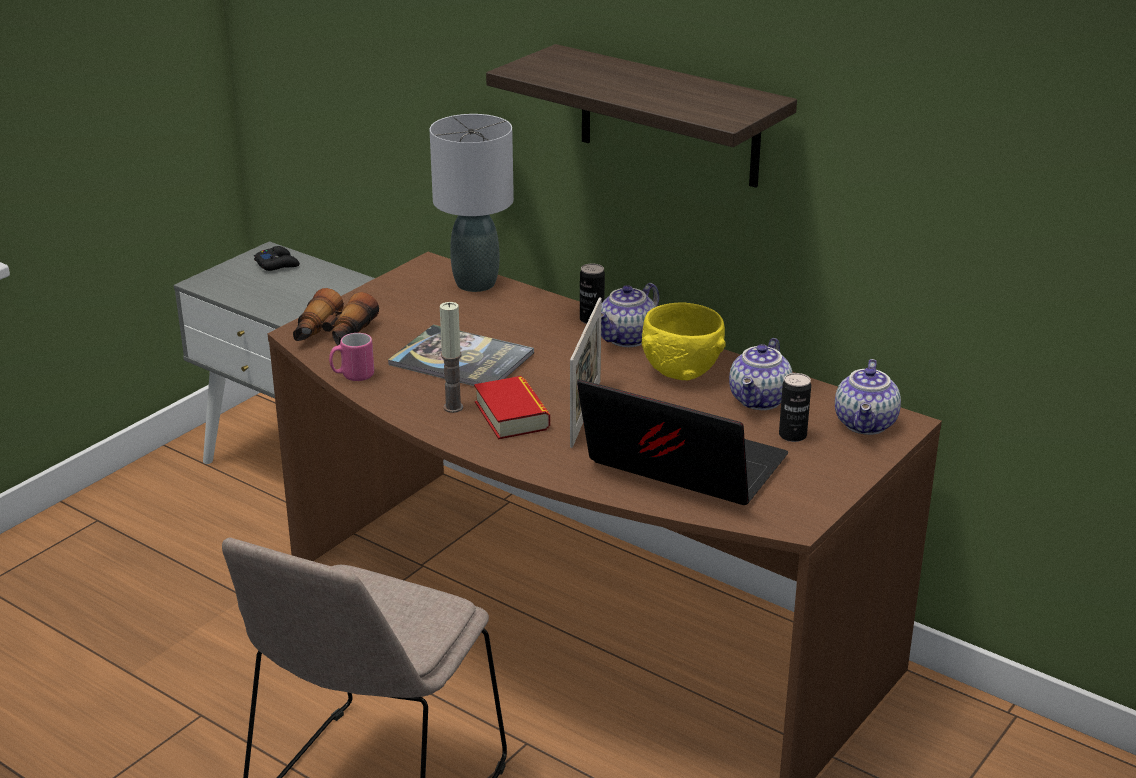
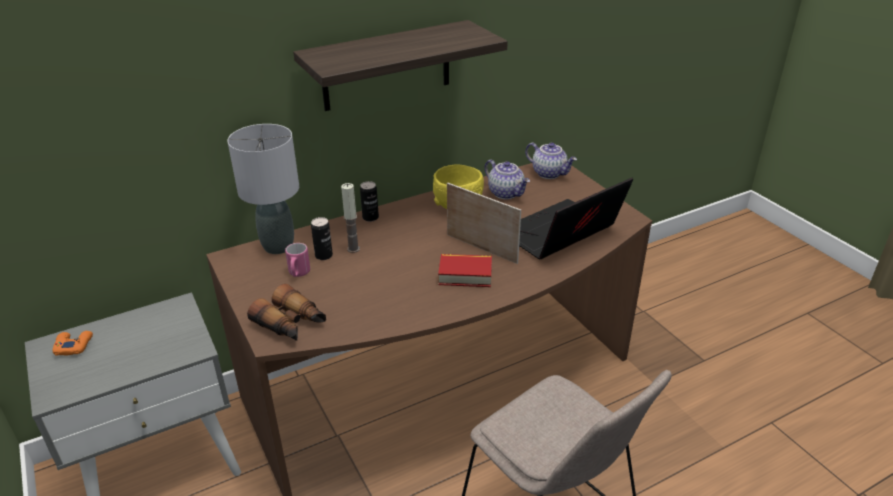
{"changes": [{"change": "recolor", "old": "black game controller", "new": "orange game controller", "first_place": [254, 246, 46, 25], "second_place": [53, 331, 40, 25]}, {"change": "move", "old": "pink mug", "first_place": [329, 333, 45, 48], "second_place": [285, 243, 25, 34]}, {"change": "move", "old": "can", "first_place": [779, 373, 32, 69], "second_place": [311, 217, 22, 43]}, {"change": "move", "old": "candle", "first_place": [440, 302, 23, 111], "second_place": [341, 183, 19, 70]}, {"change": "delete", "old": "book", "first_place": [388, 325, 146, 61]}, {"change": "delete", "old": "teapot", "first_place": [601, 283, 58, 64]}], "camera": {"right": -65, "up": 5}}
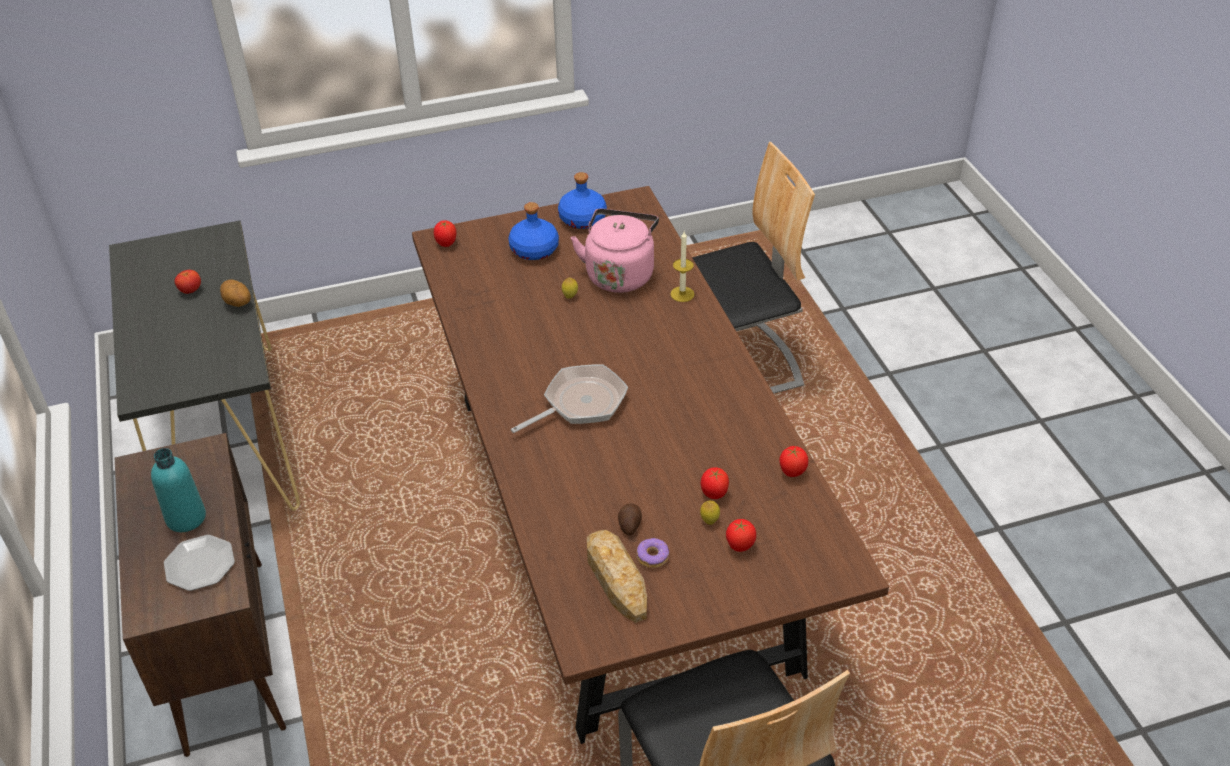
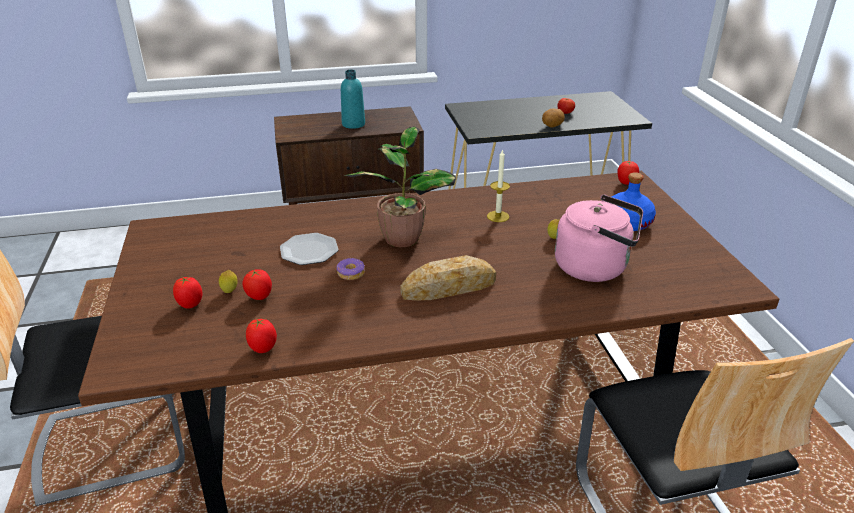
{"changes": [{"change": "move", "old": "plate", "first_place": [164, 535, 71, 56], "second_place": [280, 233, 59, 32]}, {"change": "move", "old": "donut", "first_place": [637, 538, 32, 30], "second_place": [336, 258, 29, 22]}, {"change": "replace", "old": "frying pan", "new": "potted plant", "first_place": [511, 365, 117, 68], "second_place": [344, 127, 112, 120]}, {"change": "move", "old": "bread", "first_place": [587, 530, 60, 93], "second_place": [400, 255, 96, 45]}, {"change": "move", "old": "candle", "first_place": [670, 232, 25, 70], "second_place": [487, 149, 23, 73]}, {"change": "delete", "old": "blue bottle", "first_place": [558, 172, 49, 57]}, {"change": "delete", "old": "potato", "first_place": [618, 503, 24, 32]}], "camera": {"right": 95, "up": -10}}
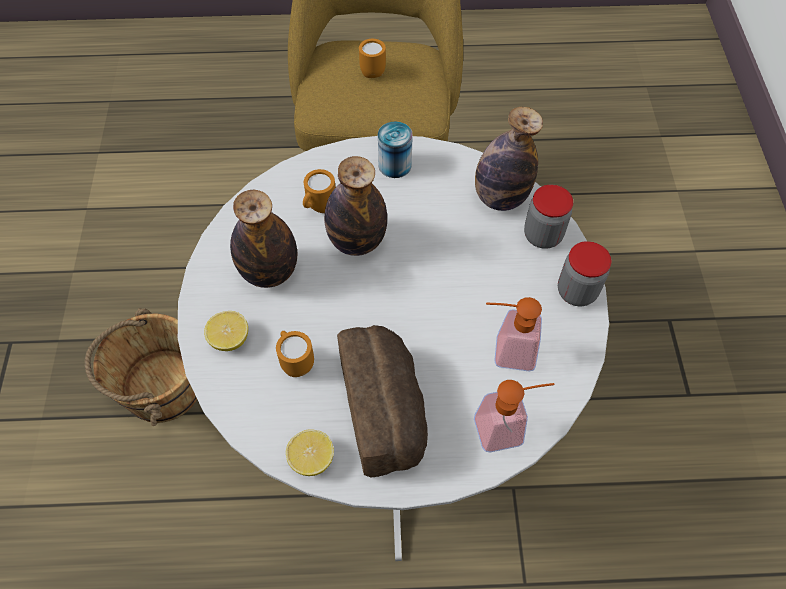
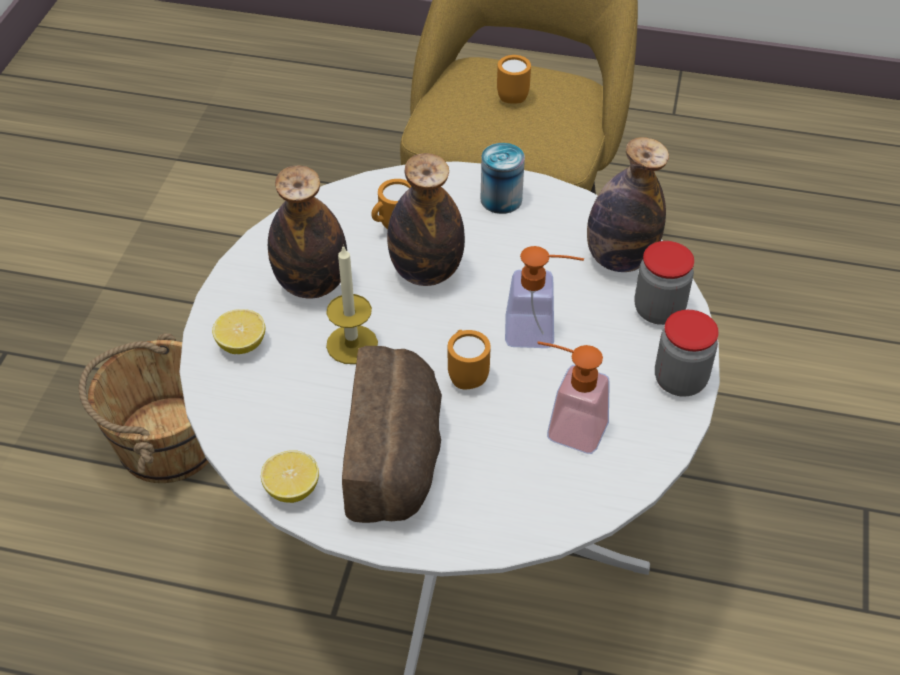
{"changes": [{"change": "insert", "new": "candle", "second_place": [326, 245, 52, 119]}, {"change": "move", "old": "orange mug", "first_place": [276, 331, 38, 46], "second_place": [448, 330, 43, 59]}, {"change": "move", "old": "soap dispenser", "first_place": [474, 380, 81, 73], "second_place": [505, 246, 79, 102]}], "camera": {"right": 15, "up": -10}}
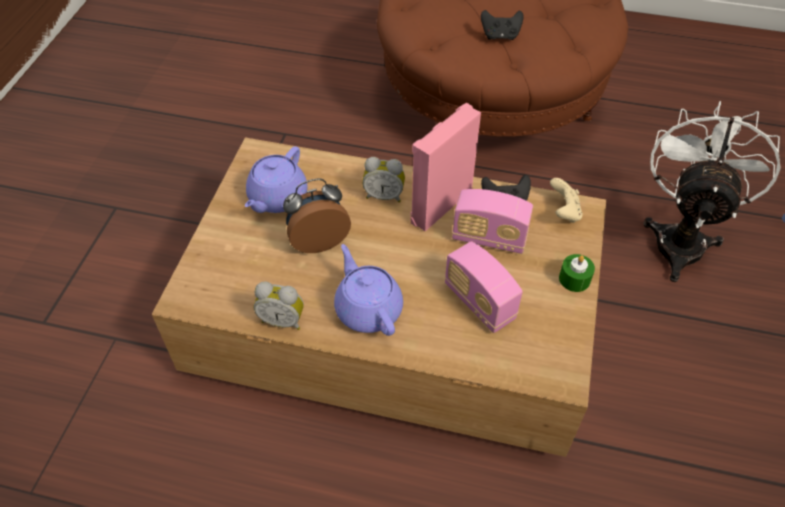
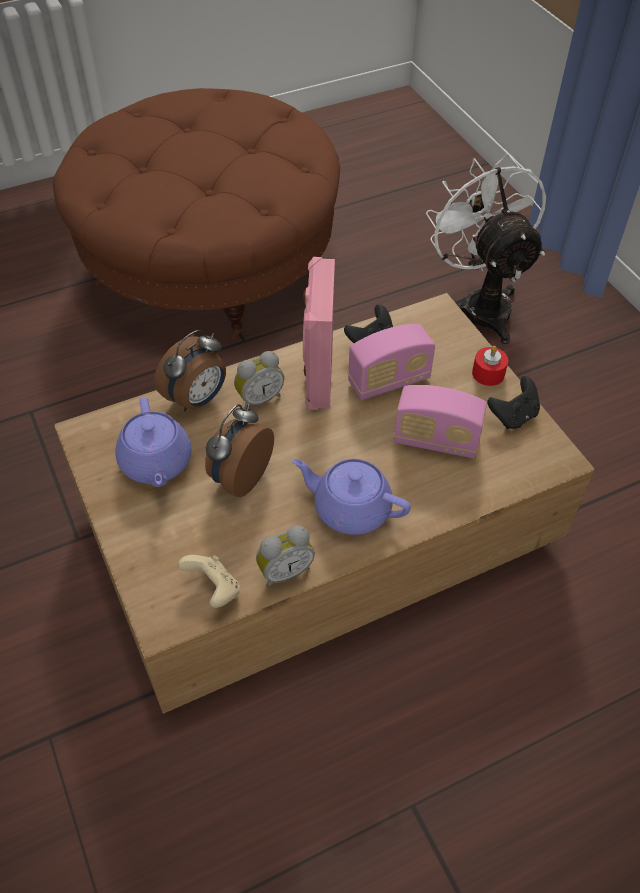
{"changes": [{"change": "insert", "new": "alarm clock", "second_place": [154, 330, 72, 81]}, {"change": "move", "old": "beige game controller", "first_place": [550, 178, 33, 45], "second_place": [178, 555, 62, 53]}, {"change": "recolor", "old": "green candle", "new": "red candle", "first_place": [559, 254, 36, 38], "second_place": [472, 346, 36, 40]}, {"change": "move", "old": "black game controller", "first_place": [481, 10, 42, 30], "second_place": [487, 376, 53, 53]}], "camera": {"right": -40, "up": 0}}
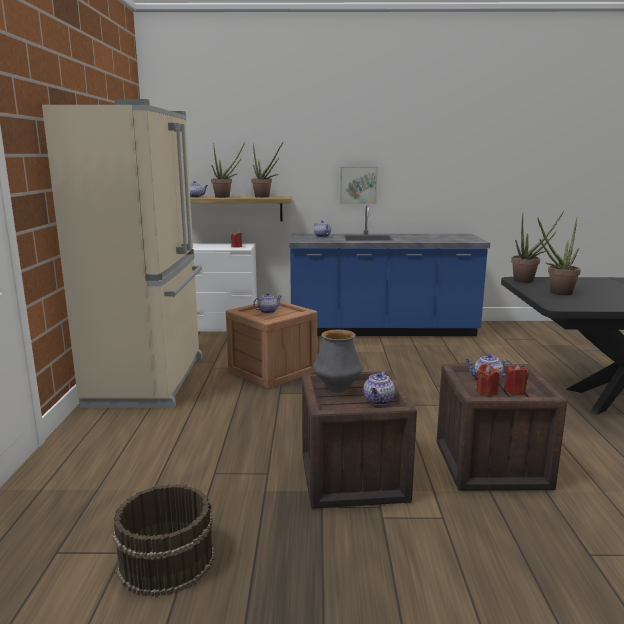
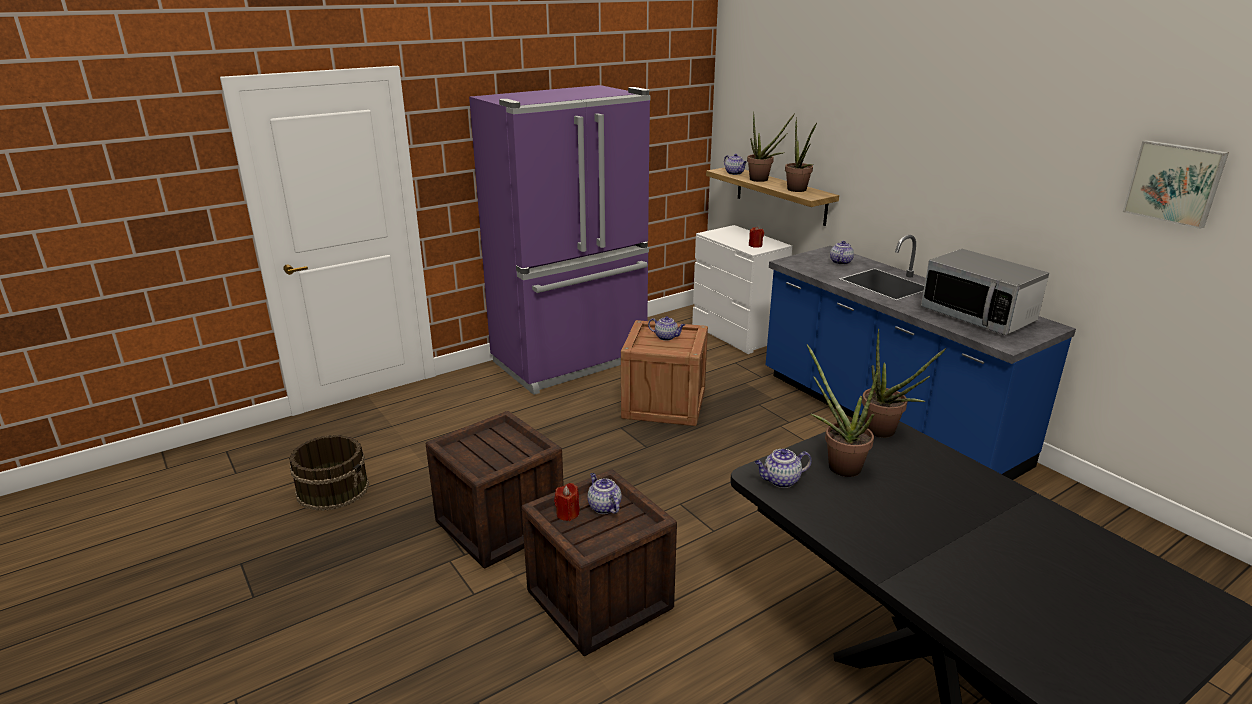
{"changes": [{"change": "recolor", "old": "beige fridge", "new": "purple fridge", "first_place": [42, 99, 160, 309], "second_place": [469, 85, 181, 310]}, {"change": "move", "old": "teapot", "first_place": [363, 371, 32, 34], "second_place": [755, 449, 57, 39]}, {"change": "insert", "new": "microwave", "second_place": [921, 249, 128, 86]}, {"change": "move", "old": "picture", "first_place": [340, 167, 38, 37], "second_place": [1123, 140, 106, 89]}, {"change": "delete", "old": "vase", "first_place": [313, 330, 50, 63]}, {"change": "delete", "old": "red candle", "first_place": [504, 364, 25, 31]}], "camera": {"right": 55, "up": 10}}
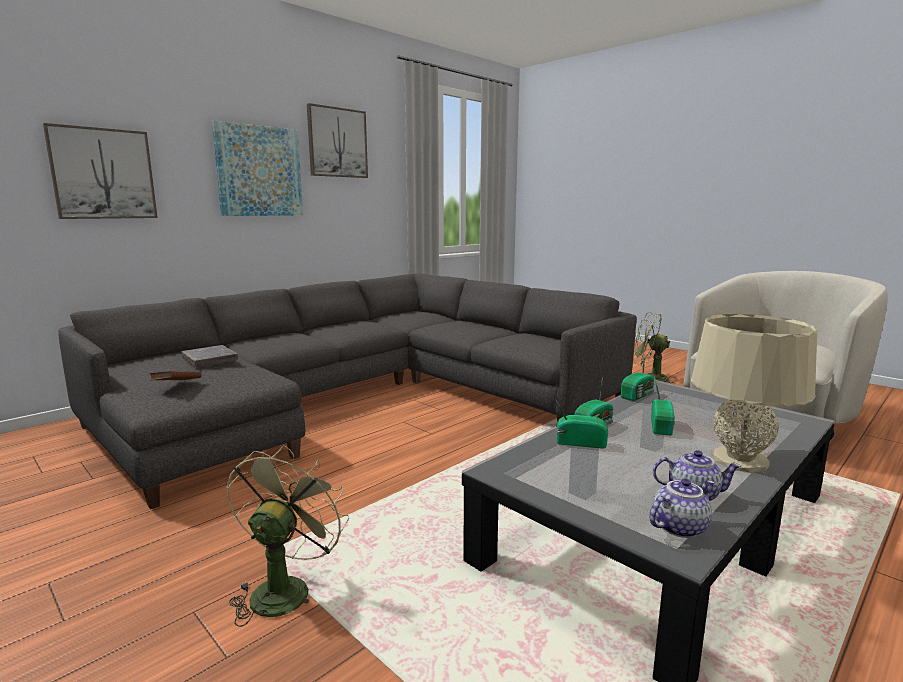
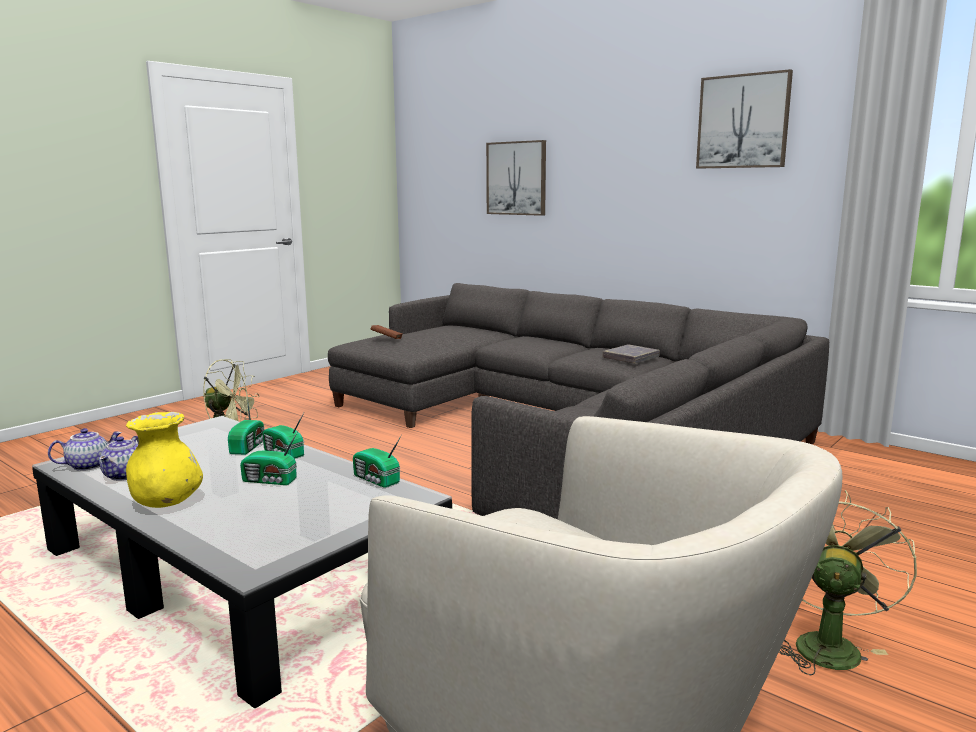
{"changes": [{"change": "rotate", "old": "teapot", "first_place": [649, 478, 66, 60], "second_place": [48, 428, 74, 43], "degrees": -90}, {"change": "replace", "old": "beige table lamp", "new": "yellow vase", "first_place": [691, 314, 126, 159], "second_place": [126, 412, 77, 96]}, {"change": "move", "old": "grey book", "first_place": [182, 345, 56, 23], "second_place": [602, 344, 58, 19]}, {"change": "delete", "old": "picture", "first_place": [212, 121, 91, 95]}], "camera": {"right": 85, "up": 0}}
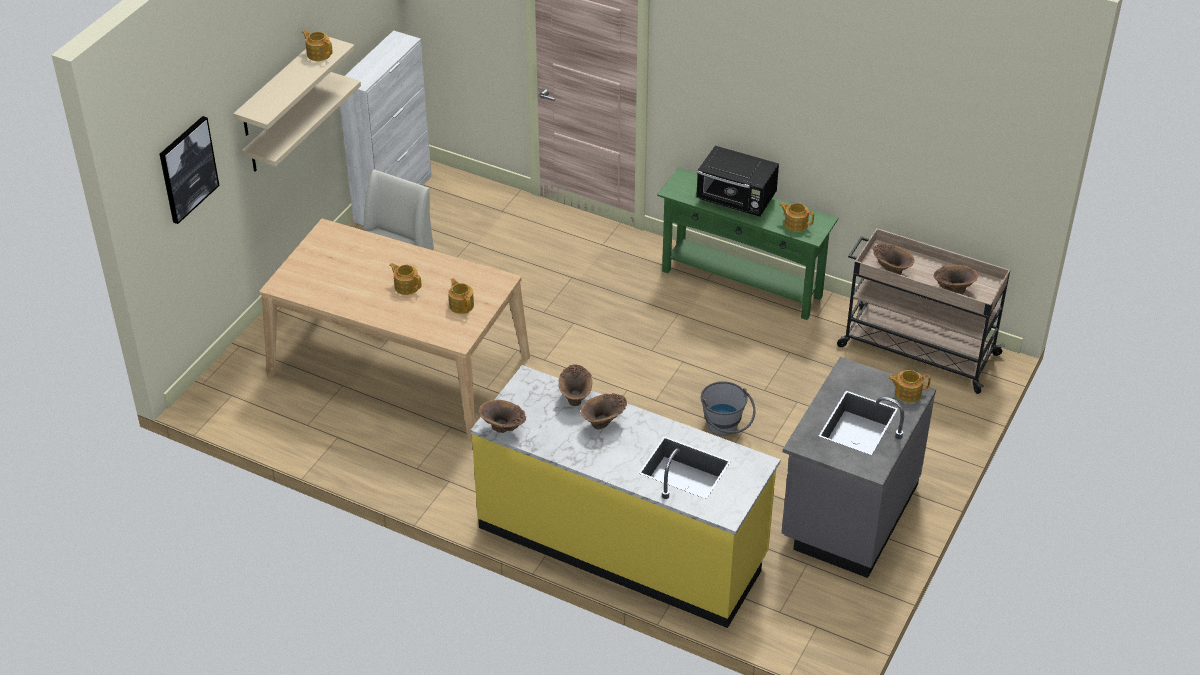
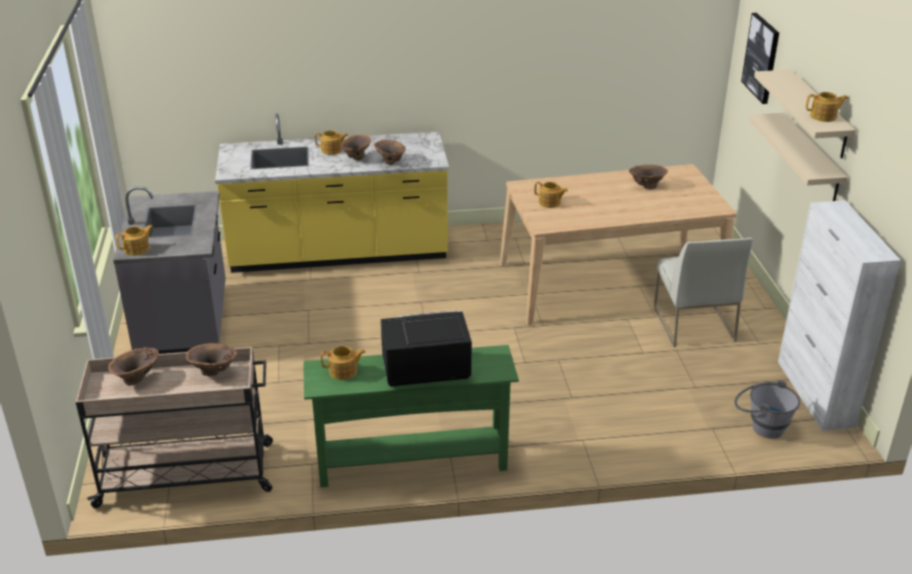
{"changes": [{"change": "move", "old": "teapot", "first_place": [389, 263, 33, 32], "second_place": [315, 130, 33, 25]}, {"change": "move", "old": "brown vase", "first_place": [479, 400, 47, 33], "second_place": [629, 165, 39, 25]}, {"change": "move", "old": "grey bucket", "first_place": [701, 381, 55, 55], "second_place": [734, 380, 66, 59]}], "camera": {"right": 145, "up": -10}}
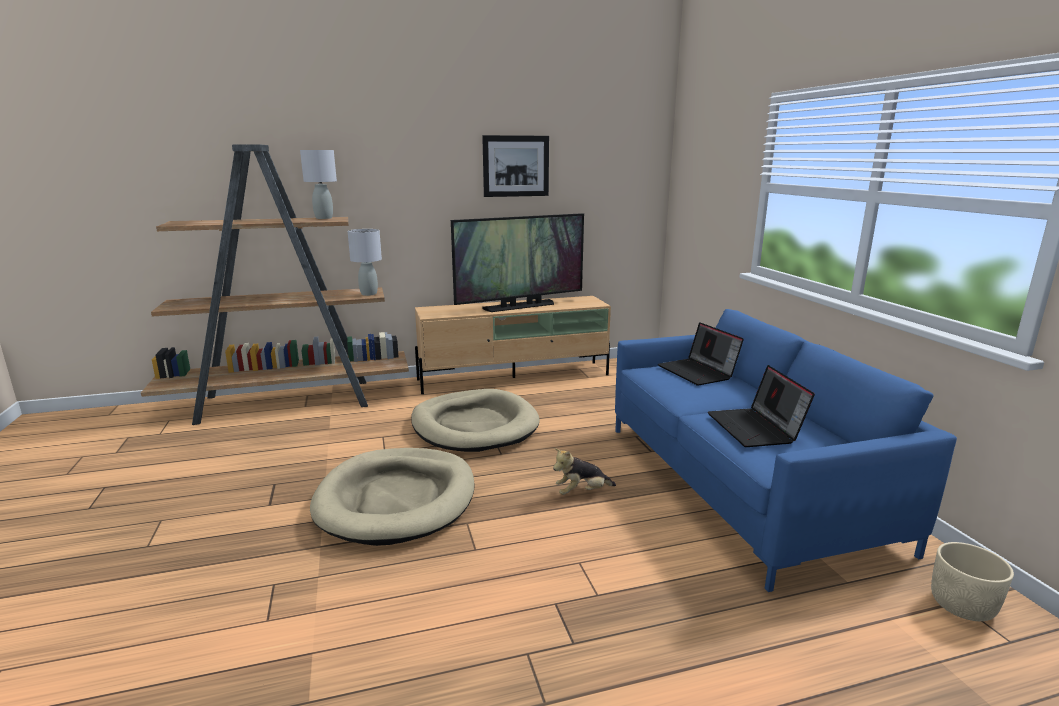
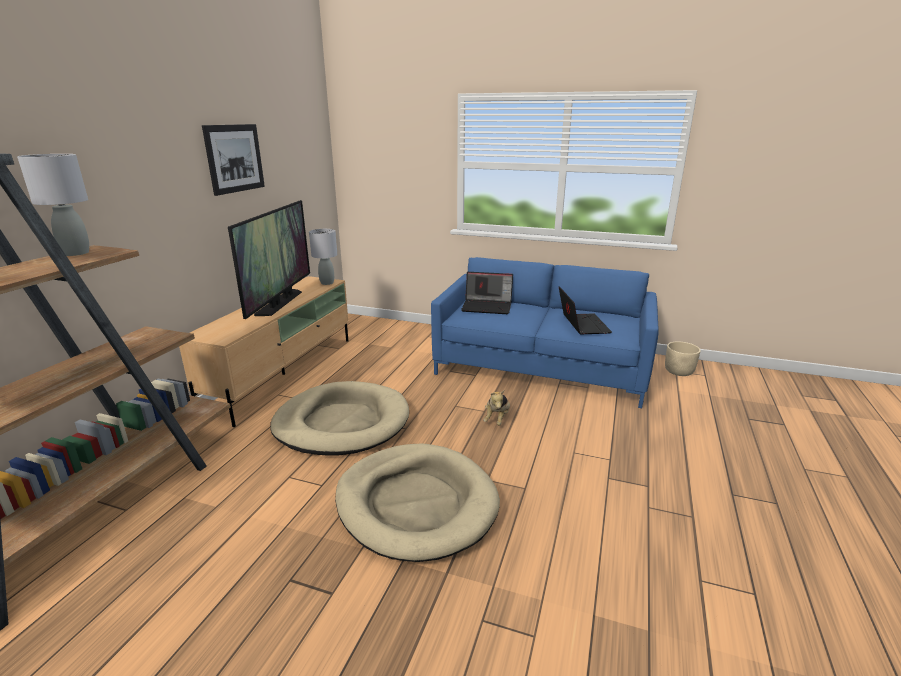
{"changes": [{"change": "move", "old": "grey table lamp", "first_place": [348, 229, 34, 67], "second_place": [309, 229, 28, 56]}, {"change": "rotate", "old": "laptop", "first_place": [708, 365, 107, 82], "second_place": [559, 286, 53, 48], "degrees": -120}], "camera": {"right": -55, "up": 5}}
